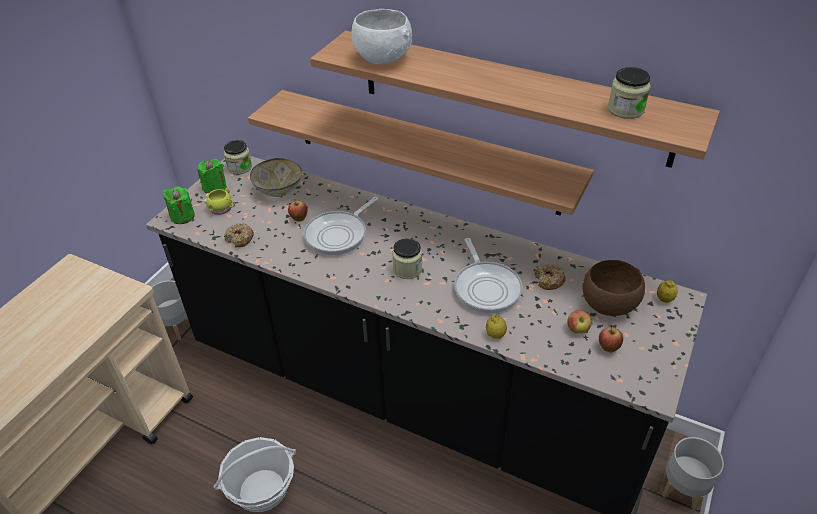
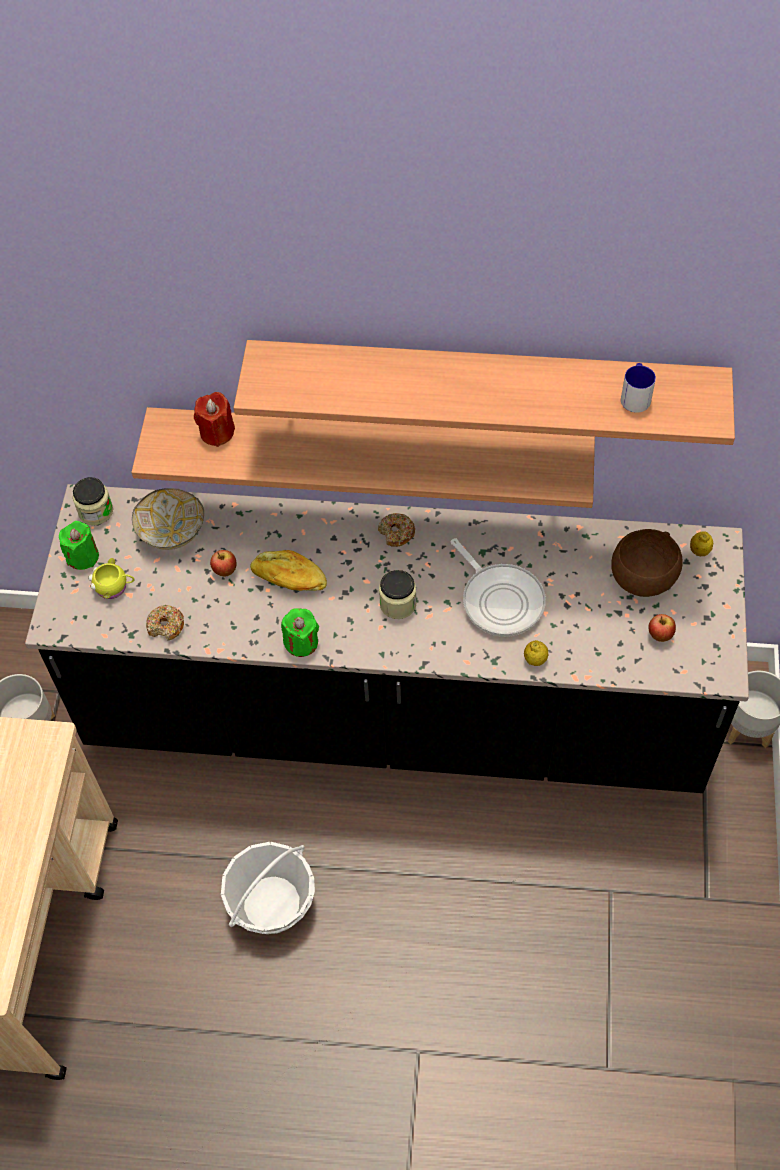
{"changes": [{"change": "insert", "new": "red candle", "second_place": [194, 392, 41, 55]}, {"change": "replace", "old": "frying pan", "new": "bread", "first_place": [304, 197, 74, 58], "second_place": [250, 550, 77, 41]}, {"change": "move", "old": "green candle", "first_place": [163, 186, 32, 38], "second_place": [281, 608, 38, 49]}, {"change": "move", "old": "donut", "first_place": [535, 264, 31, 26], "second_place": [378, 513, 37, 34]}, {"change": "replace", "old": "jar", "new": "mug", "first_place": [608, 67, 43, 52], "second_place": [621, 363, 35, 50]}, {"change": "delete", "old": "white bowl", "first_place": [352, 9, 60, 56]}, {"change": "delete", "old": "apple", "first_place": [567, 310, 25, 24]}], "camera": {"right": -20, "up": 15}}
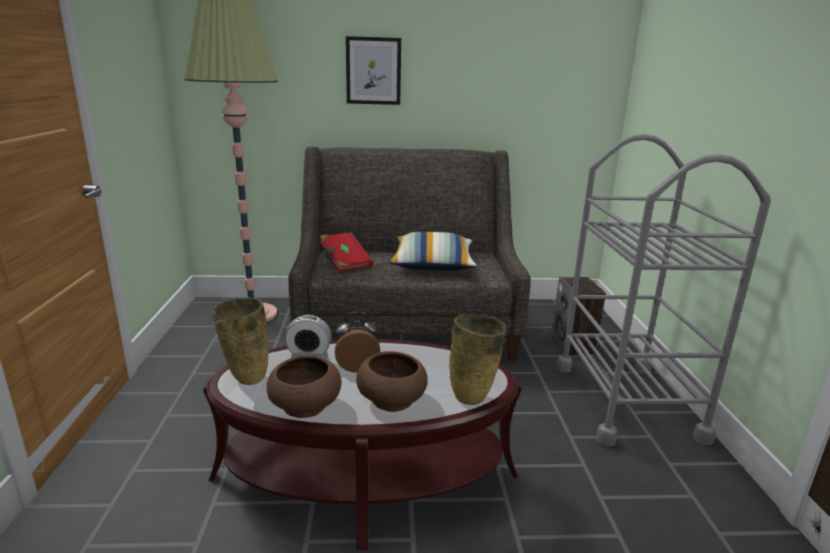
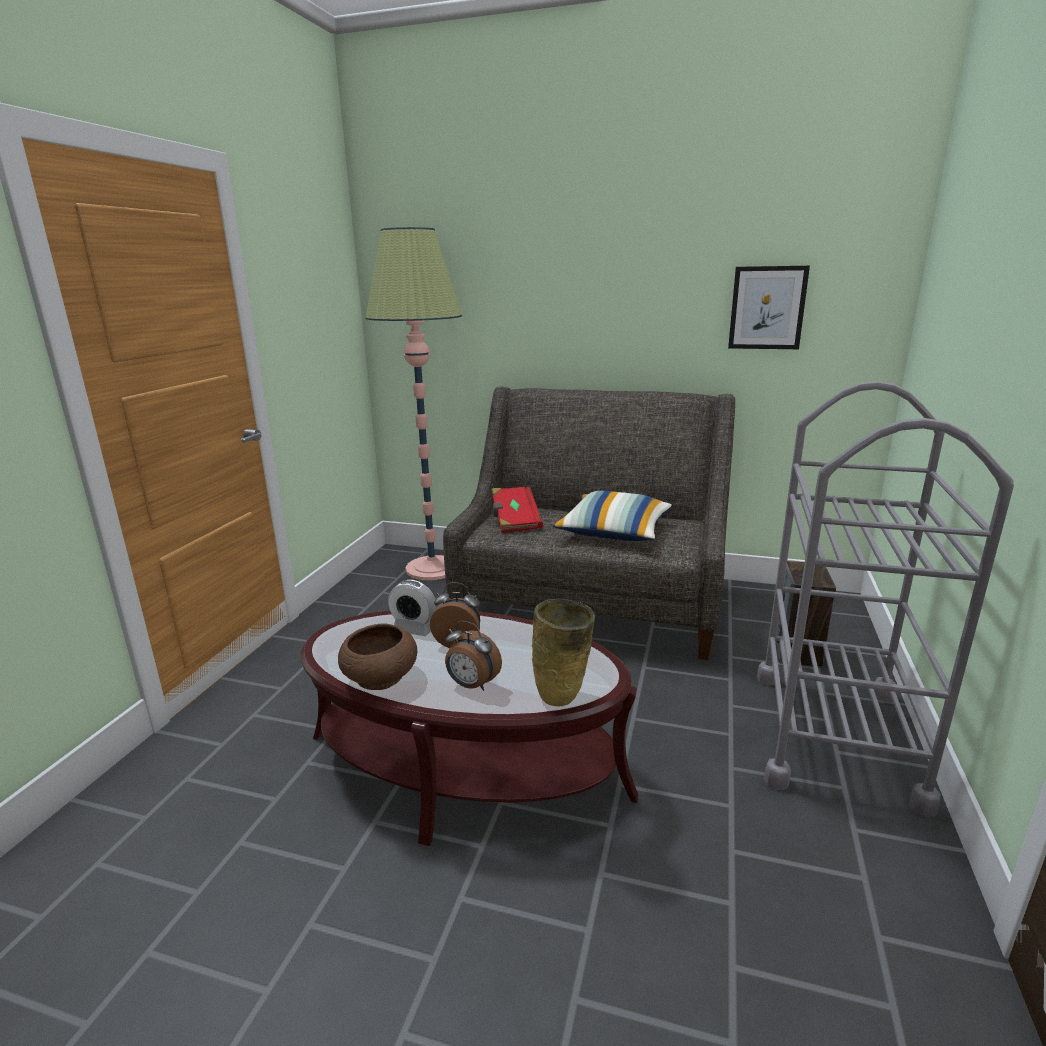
{"changes": [{"change": "replace", "old": "brown bowl", "new": "alarm clock", "first_place": [356, 351, 72, 61], "second_place": [445, 621, 57, 70]}, {"change": "move", "old": "picture", "first_place": [346, 36, 55, 69], "second_place": [728, 266, 82, 83]}, {"change": "delete", "old": "beige vase", "first_place": [212, 297, 57, 88]}], "camera": {"right": 20, "up": 0}}
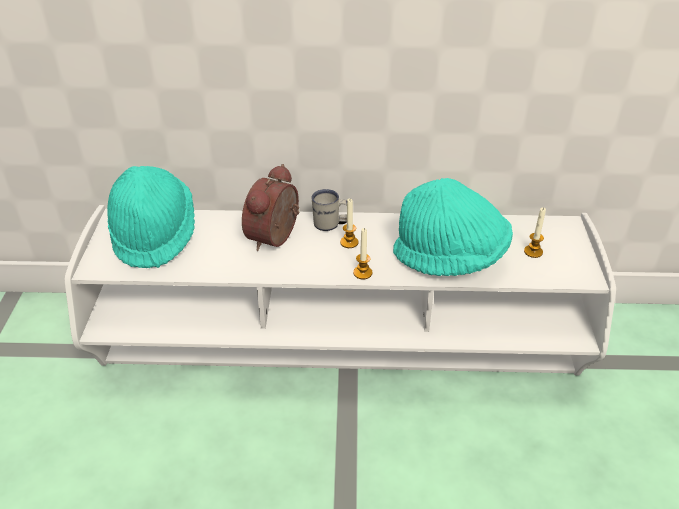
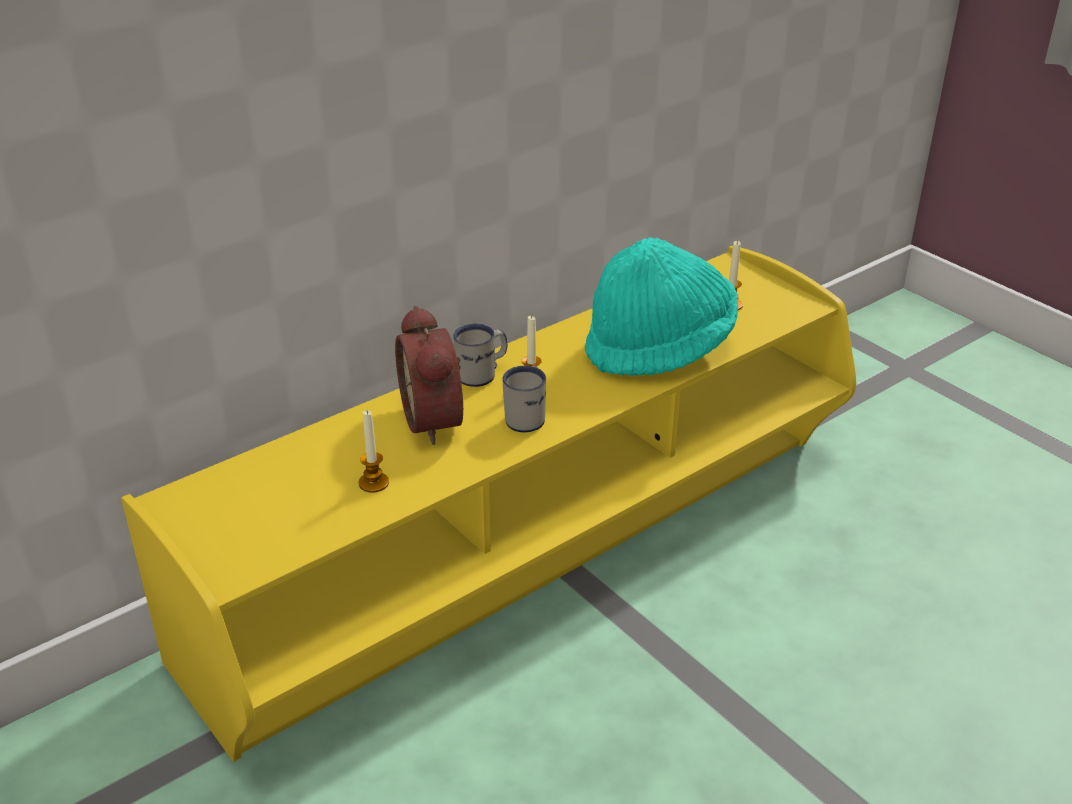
{"changes": [{"change": "recolor", "old": "white tv stand", "new": "yellow tv stand", "first_place": [65, 205, 551, 170], "second_place": [121, 246, 735, 516]}, {"change": "move", "old": "candle", "first_place": [353, 228, 19, 51], "second_place": [359, 411, 30, 82]}, {"change": "insert", "new": "white mug", "second_place": [502, 366, 44, 67]}, {"change": "delete", "old": "turquoise hat", "first_place": [107, 166, 88, 102]}], "camera": {"right": -40, "up": -5}}
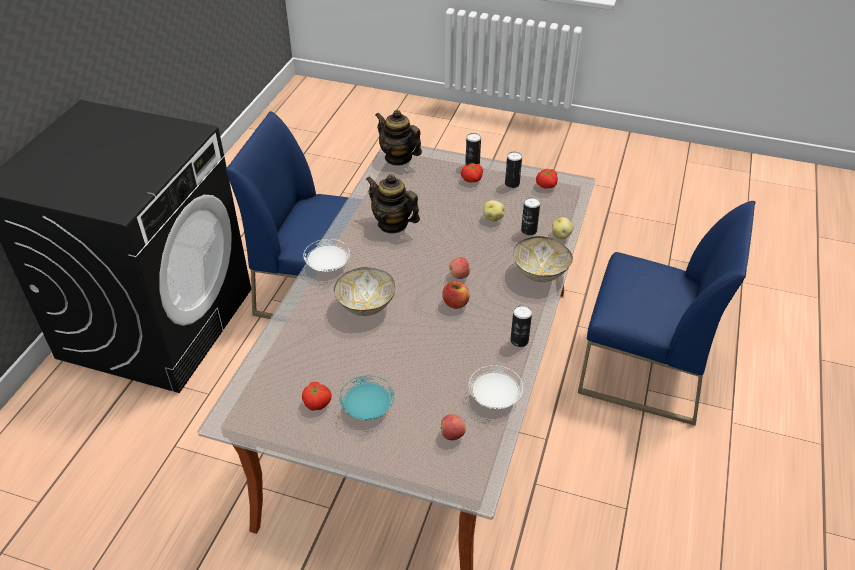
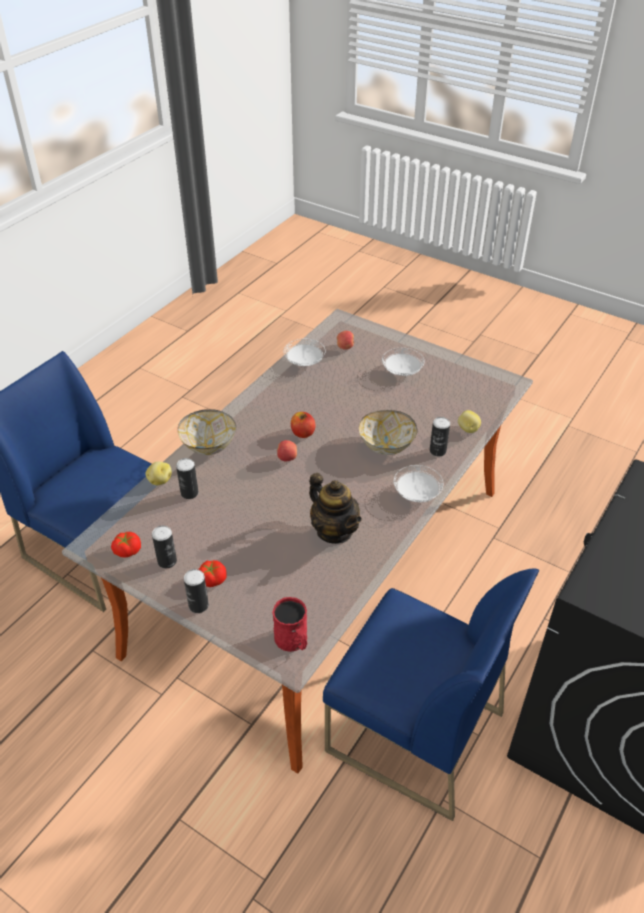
{"changes": [{"change": "replace", "old": "teapot", "new": "red mug", "first_place": [376, 110, 46, 56], "second_place": [272, 597, 35, 55]}, {"change": "recolor", "old": "turquoise plate", "new": "white plate", "first_place": [339, 375, 56, 45], "second_place": [382, 348, 43, 28]}, {"change": "move", "old": "can", "first_place": [510, 305, 22, 42], "second_place": [430, 417, 20, 40]}, {"change": "move", "old": "potato", "first_place": [483, 200, 22, 22], "second_place": [458, 410, 23, 23]}, {"change": "delete", "old": "tomato", "first_place": [302, 382, 30, 29]}], "camera": {"right": -165, "up": 0}}
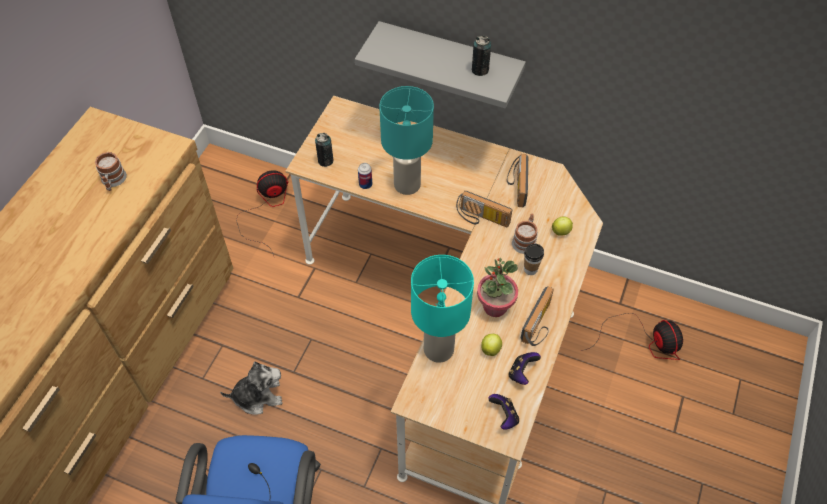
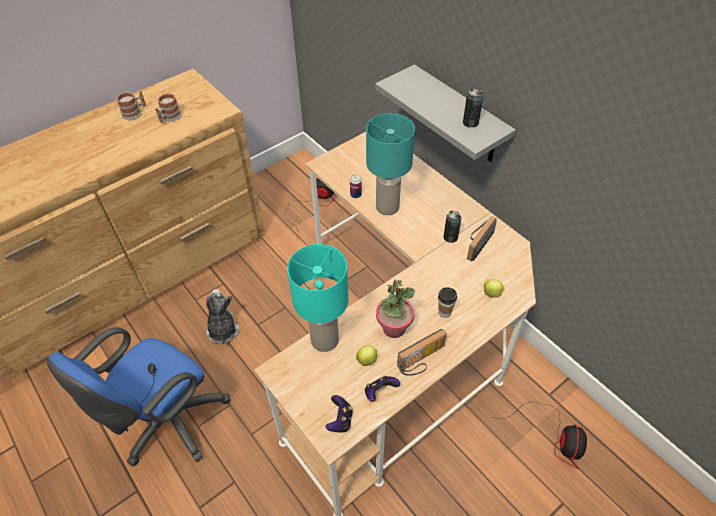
{"changes": [{"change": "move", "old": "mug", "first_place": [512, 213, 26, 41], "second_place": [117, 91, 29, 29]}, {"change": "rotate", "old": "plush toy", "first_place": [220, 362, 62, 53], "second_place": [206, 289, 33, 56], "degrees": -120}, {"change": "move", "old": "can", "first_place": [315, 133, 19, 34], "second_place": [443, 211, 18, 32]}, {"change": "delete", "old": "radio", "first_place": [456, 191, 56, 36]}], "camera": {"right": 30, "up": -5}}
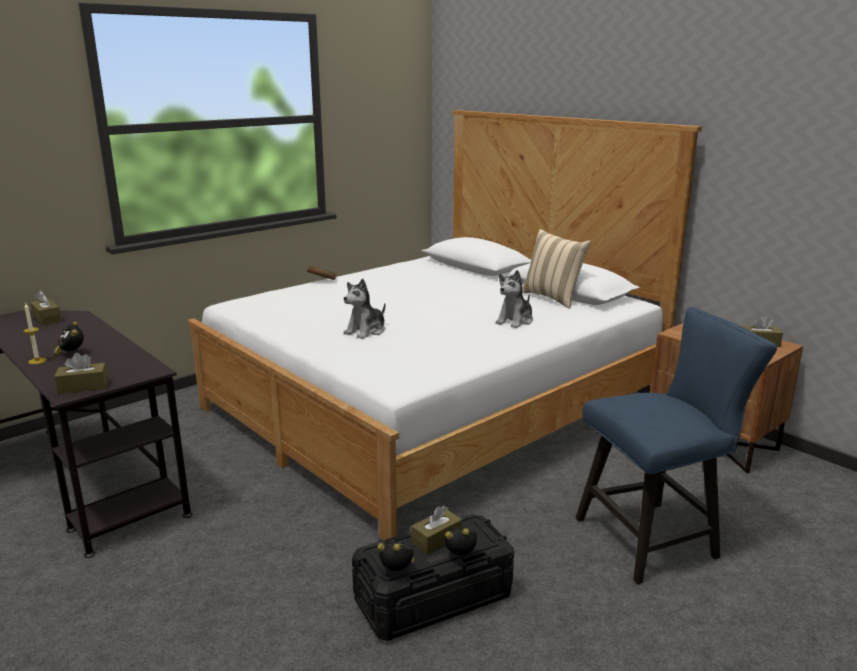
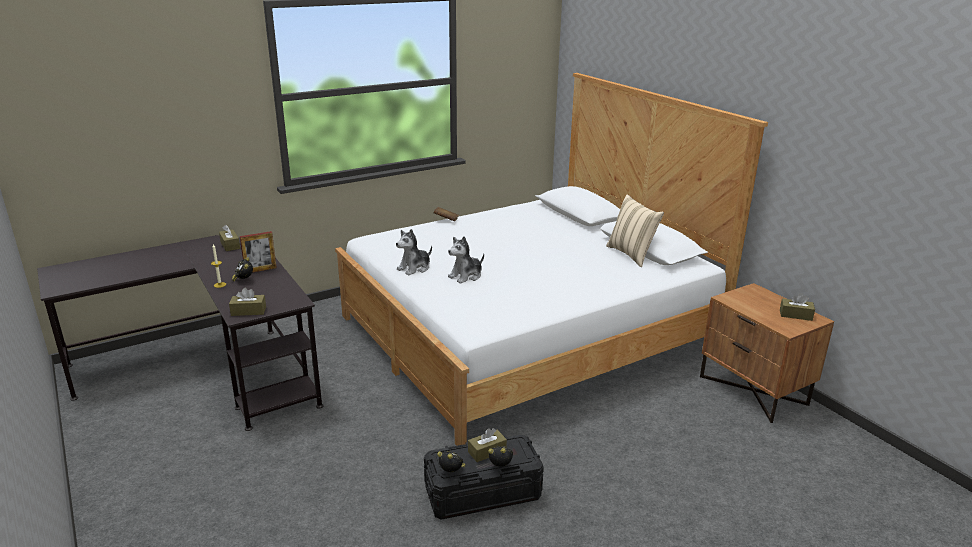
{"changes": [{"change": "insert", "new": "picture frame", "second_place": [240, 231, 37, 42]}, {"change": "move", "old": "plush toy", "first_place": [495, 270, 38, 58], "second_place": [396, 229, 36, 46]}, {"change": "delete", "old": "blue chair", "first_place": [576, 307, 201, 278]}], "camera": {"right": 10, "up": 5}}
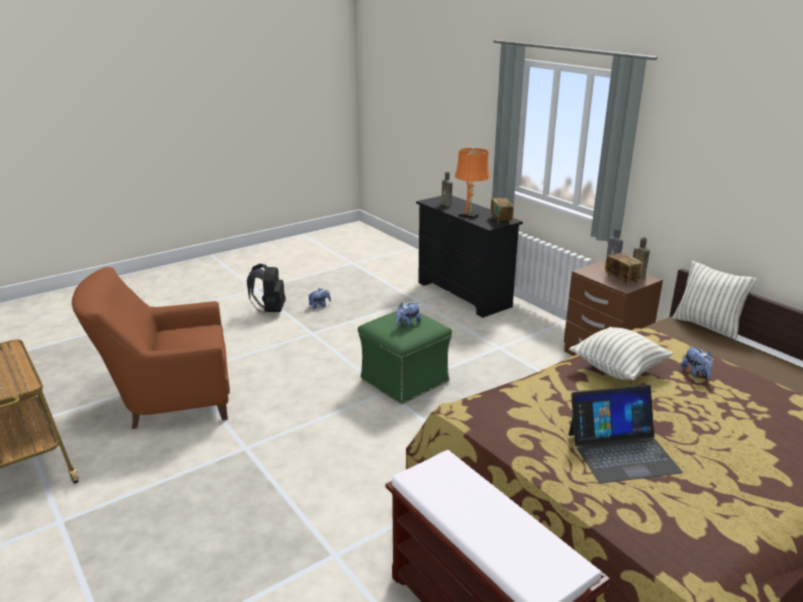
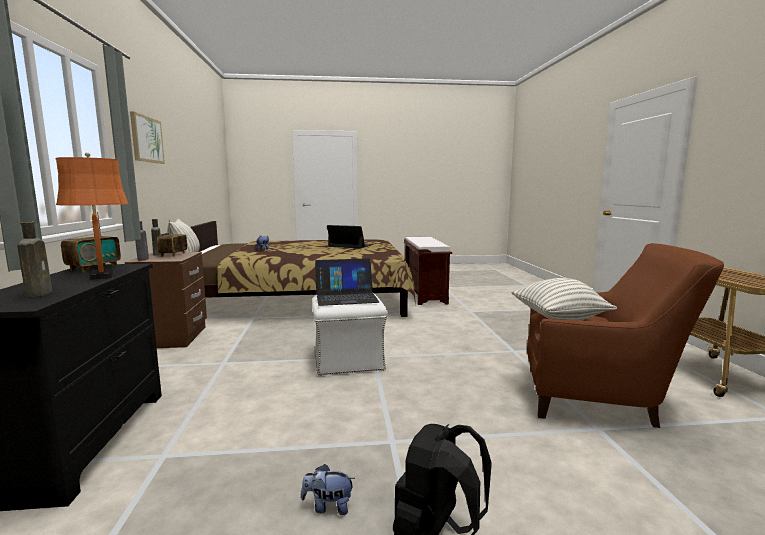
{"changes": [{"change": "insert", "new": "picture", "second_place": [130, 111, 35, 53]}, {"change": "recolor", "old": "green ottoman", "new": "white ottoman", "first_place": [358, 311, 94, 93], "second_place": [312, 294, 76, 82]}, {"change": "replace", "old": "plush toy", "new": "laptop", "first_place": [396, 303, 25, 24], "second_place": [315, 258, 64, 48]}, {"change": "move", "old": "pillow", "first_place": [569, 327, 104, 53], "second_place": [511, 278, 106, 43]}], "camera": {"right": -150, "up": -15}}
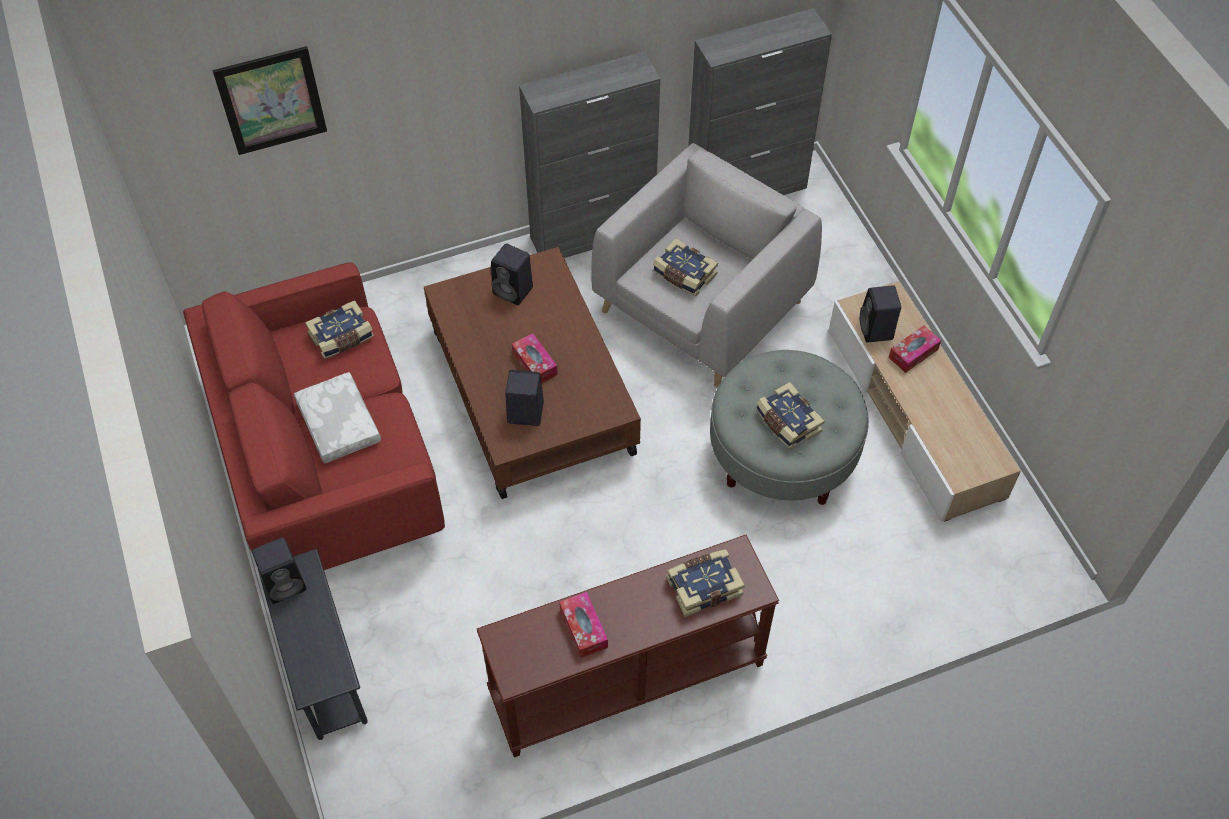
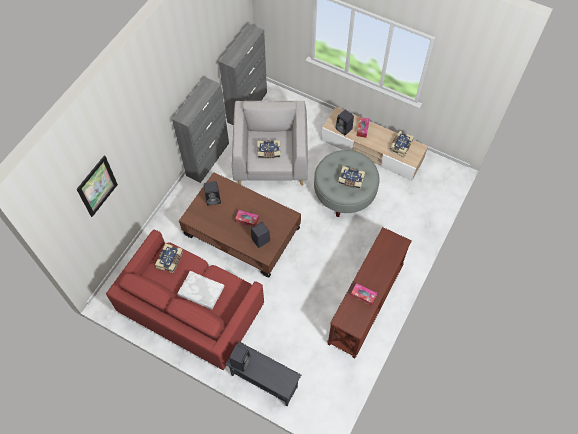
{"changes": [{"change": "move", "old": "book", "first_place": [667, 549, 78, 68], "second_place": [390, 131, 24, 26]}], "camera": {"right": -40, "up": 5}}
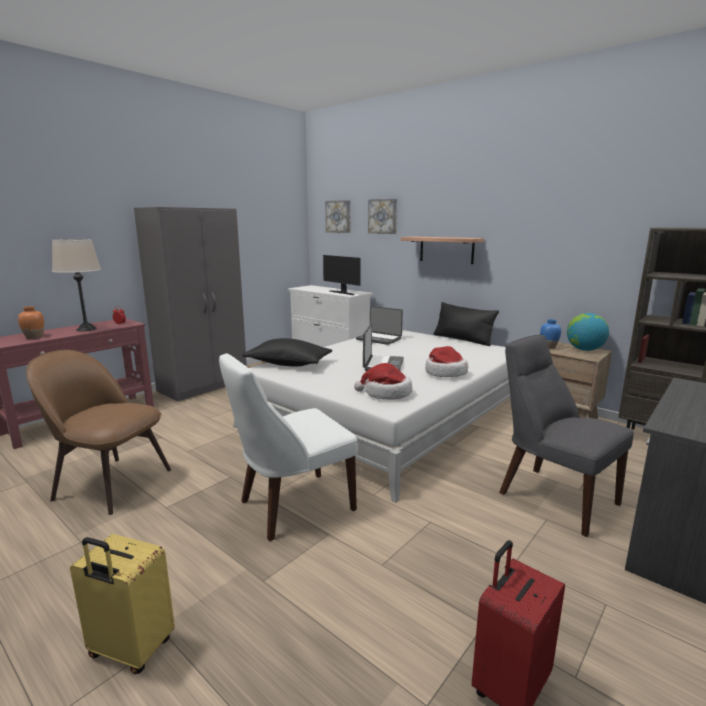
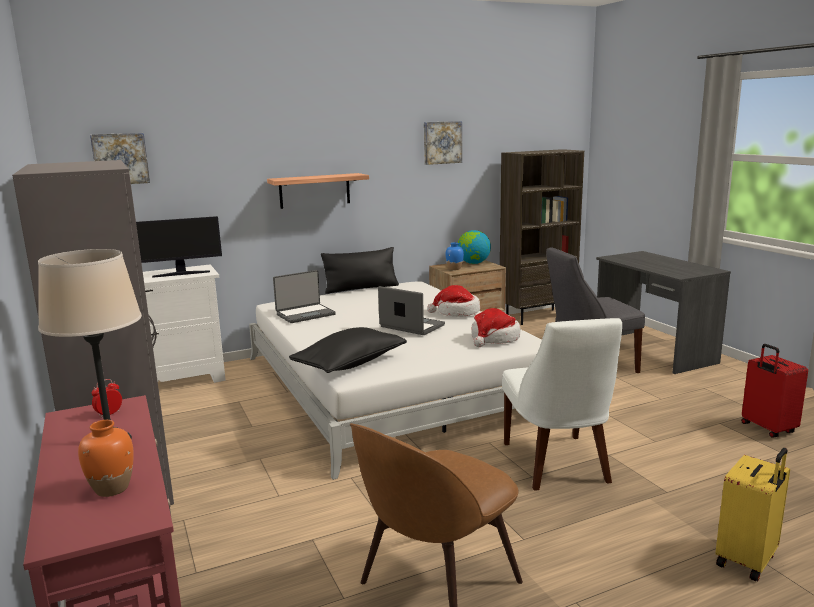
{"changes": [{"change": "move", "old": "picture", "first_place": [368, 199, 29, 35], "second_place": [424, 121, 38, 44]}], "camera": {"right": -65, "up": 0}}
